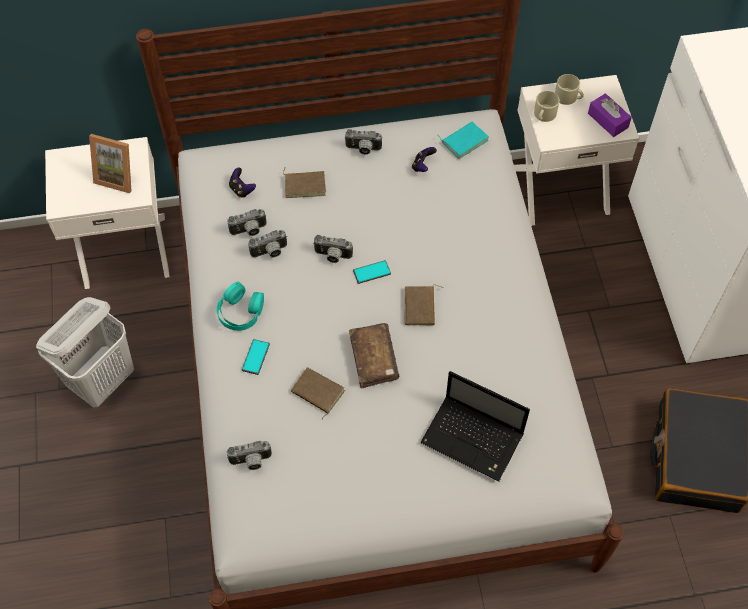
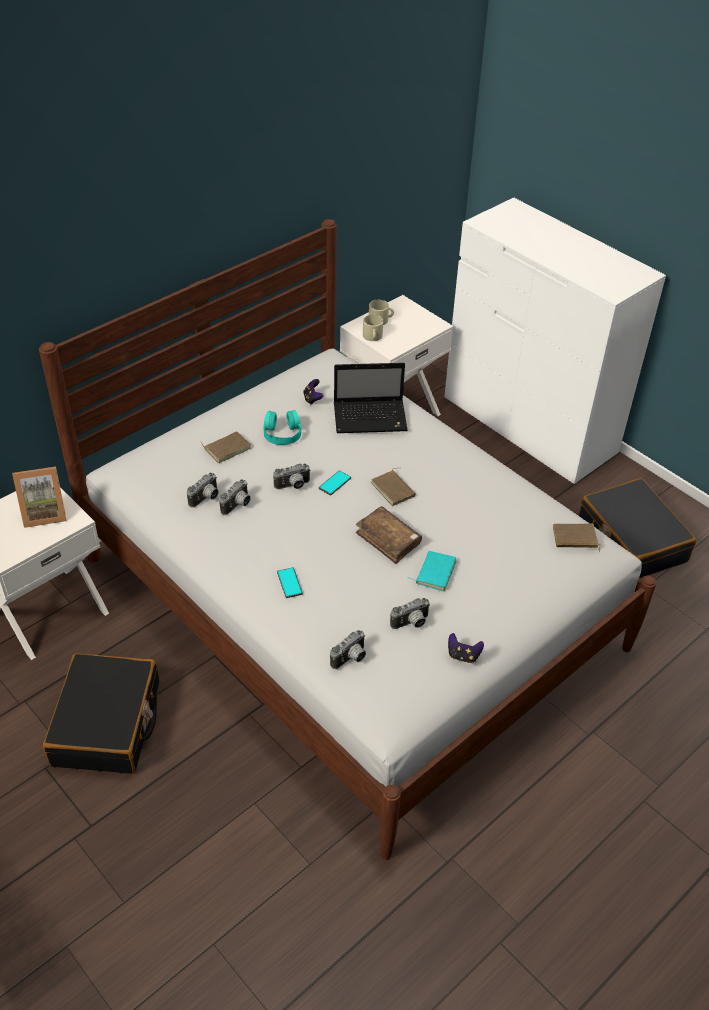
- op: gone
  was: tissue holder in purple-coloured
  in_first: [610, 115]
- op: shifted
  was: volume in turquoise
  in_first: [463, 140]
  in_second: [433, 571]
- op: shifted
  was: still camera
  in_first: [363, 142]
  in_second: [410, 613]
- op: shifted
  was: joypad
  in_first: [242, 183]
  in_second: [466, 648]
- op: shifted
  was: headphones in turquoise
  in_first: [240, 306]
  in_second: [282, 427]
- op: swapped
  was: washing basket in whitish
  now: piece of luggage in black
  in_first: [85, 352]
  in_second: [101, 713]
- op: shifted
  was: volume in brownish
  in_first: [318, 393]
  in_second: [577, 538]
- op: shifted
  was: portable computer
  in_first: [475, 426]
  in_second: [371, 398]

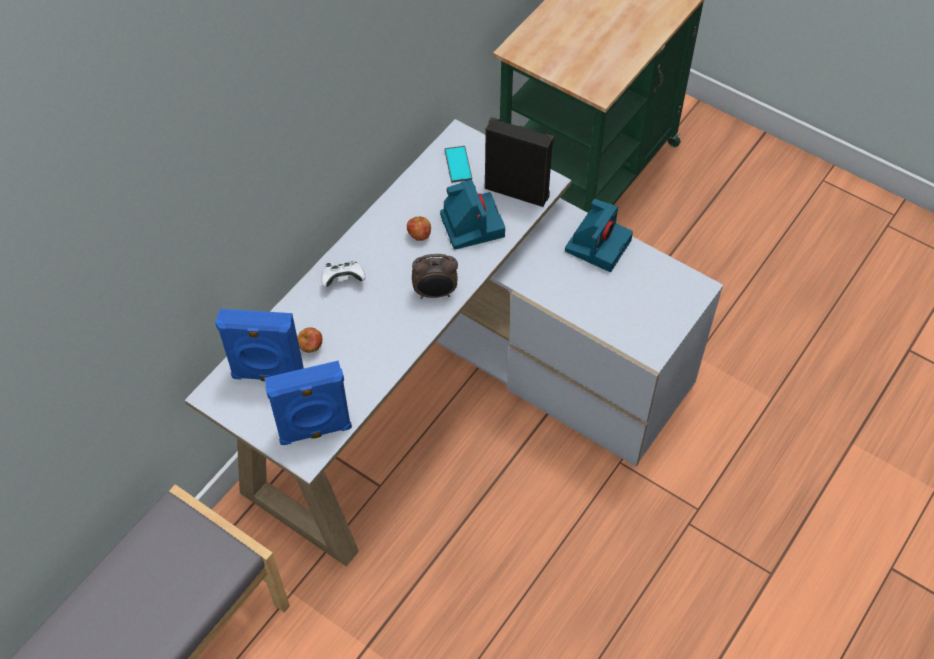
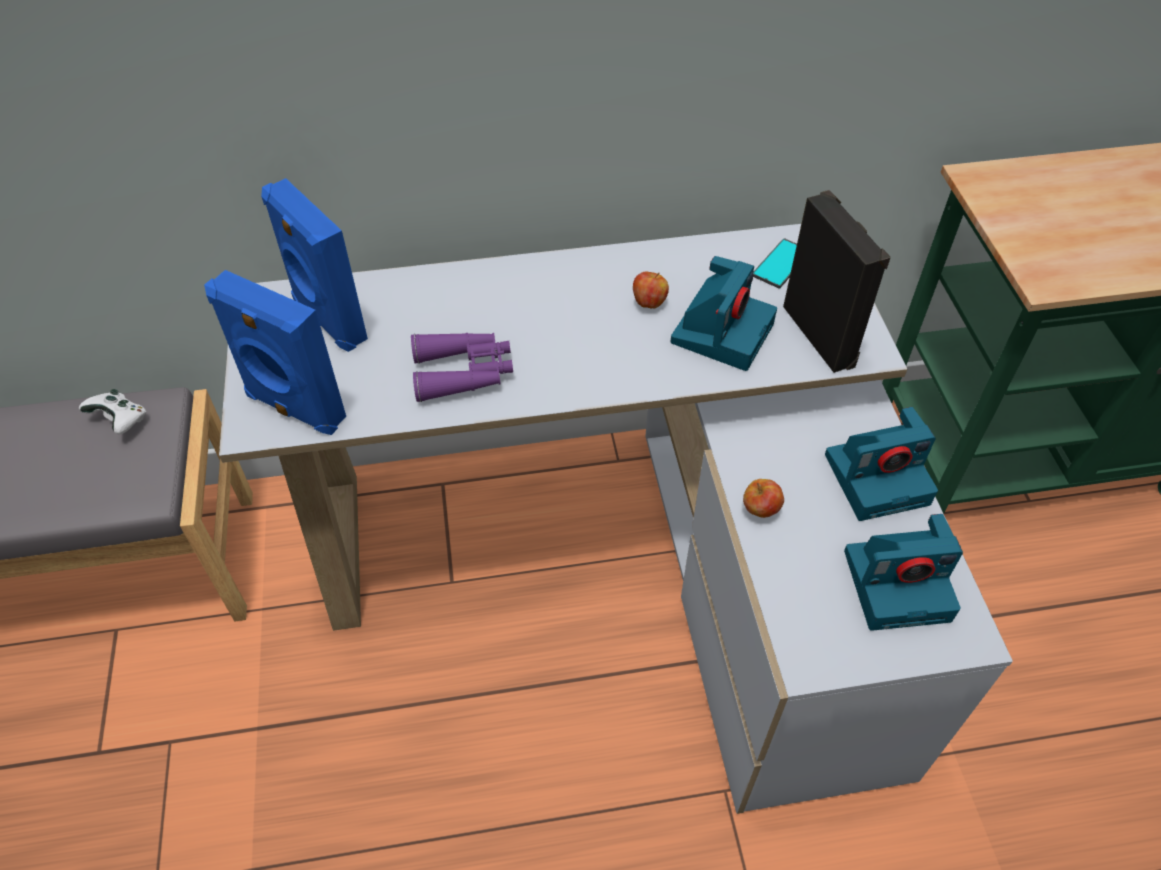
- op: gone
  was: table clock
  in_first: [435, 276]
- op: shifted
  was: joypad in whitish
  in_first: [343, 274]
  in_second: [112, 411]
- op: shifted
  was: whole apple
  in_first: [309, 340]
  in_second: [763, 498]
- op: new
  now: binoculars in purple-coloured
  in_second: [462, 367]
- op: new
  now: still camera
  in_second: [903, 572]

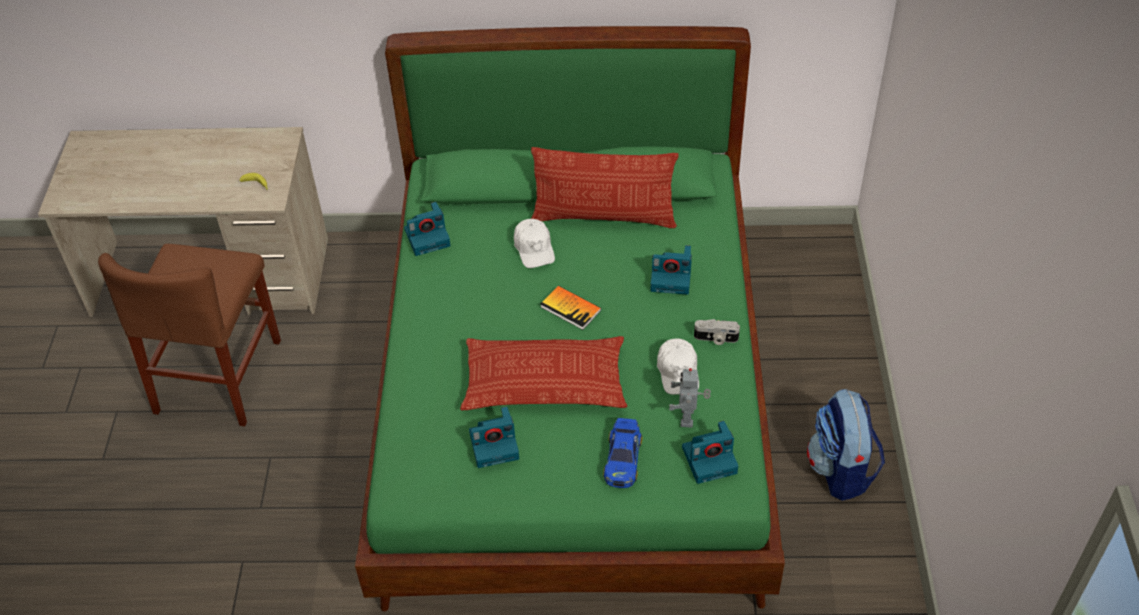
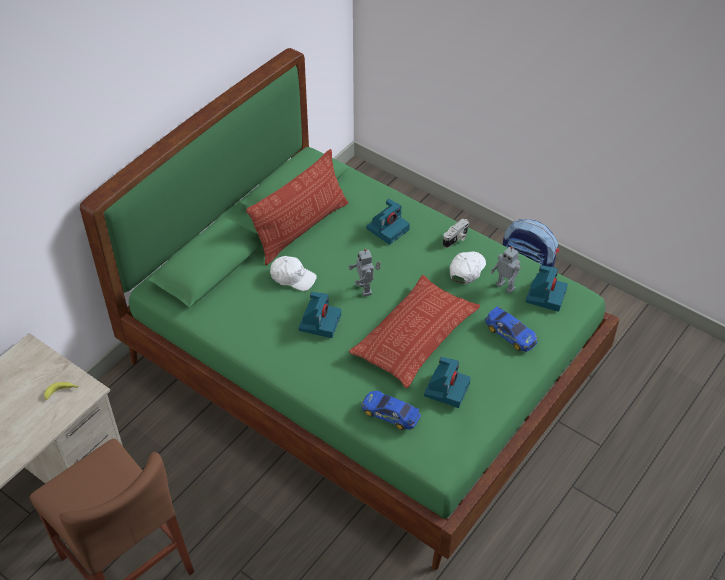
- op: shifted
  was: still camera
  in_first: [427, 229]
  in_second: [319, 315]
- op: swapped
  was: volume
  now: toy robot
  in_first: [571, 308]
  in_second: [365, 272]
- op: rotated
  was: baseball cap in whitish
  in_first: [678, 367]
  in_second: [468, 267]
  clockwise: -90
- op: new
  now: miniature car
  in_second: [391, 410]

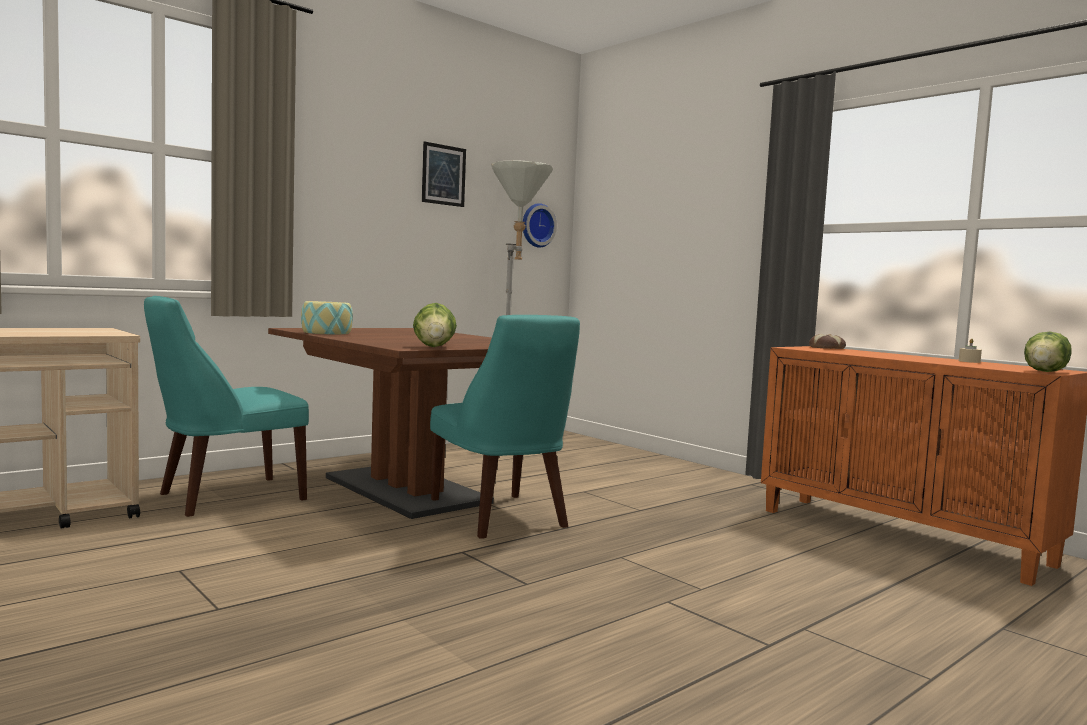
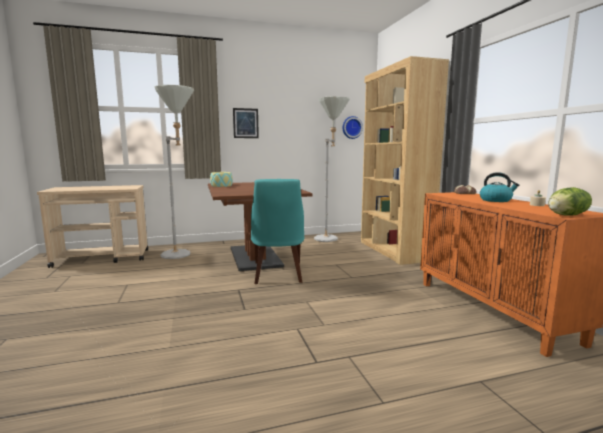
- op: shifted
  was: picture
  in_first: [444, 174]
  in_second: [246, 123]
- op: swapped
  was: plain chair in turquoise
  now: standard lamp in greyish
  in_first: [226, 406]
  in_second: [174, 172]
- op: gone
  was: lettuce
  in_first: [435, 325]
- op: new
  now: shelving unit in brownish
  in_second: [405, 160]
- op: new
  now: tea kettle
  in_second: [499, 187]

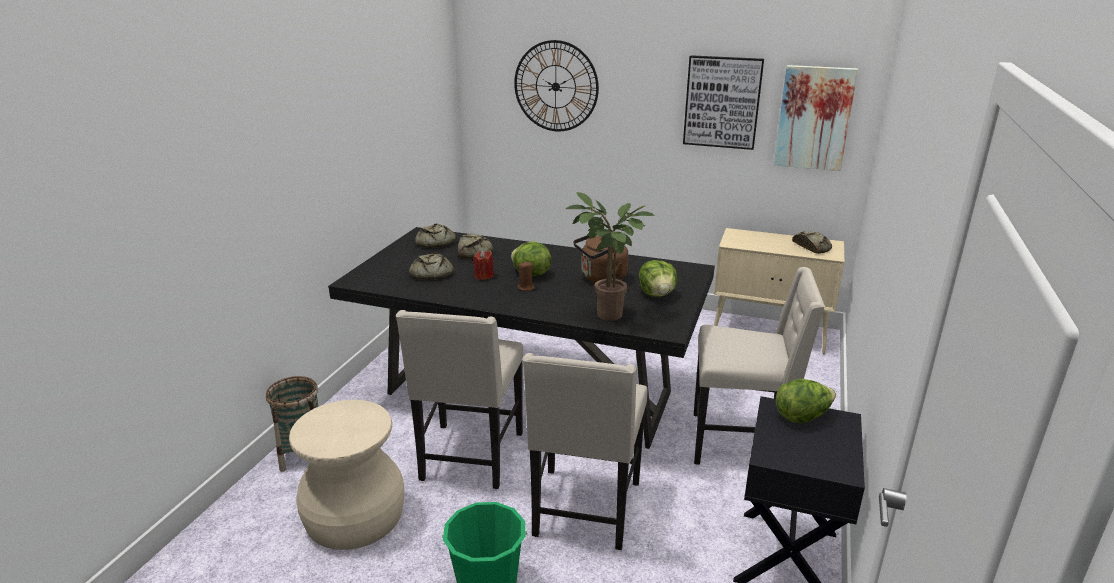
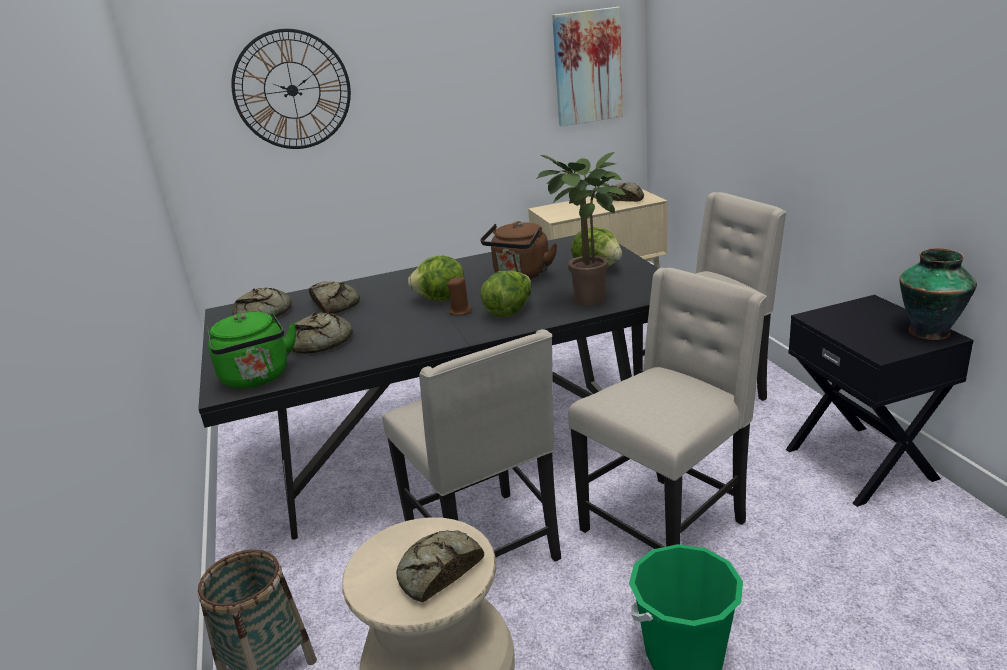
- op: gone
  was: picture
  in_first: [723, 102]
- op: gone
  was: wax candle in reddish
  in_first: [483, 265]
- op: rotated
  was: plain chair in beige-coloured
  in_first: [585, 451]
  in_second: [668, 408]
  clockwise: -105
- op: shifted
  was: lettuce
  in_first: [806, 401]
  in_second: [506, 294]
- op: new
  now: decorative vase
  in_second: [938, 294]
- op: new
  now: tea kettle in green-coloured
  in_second: [251, 349]
- op: new
  now: baked bread
  in_second: [440, 566]

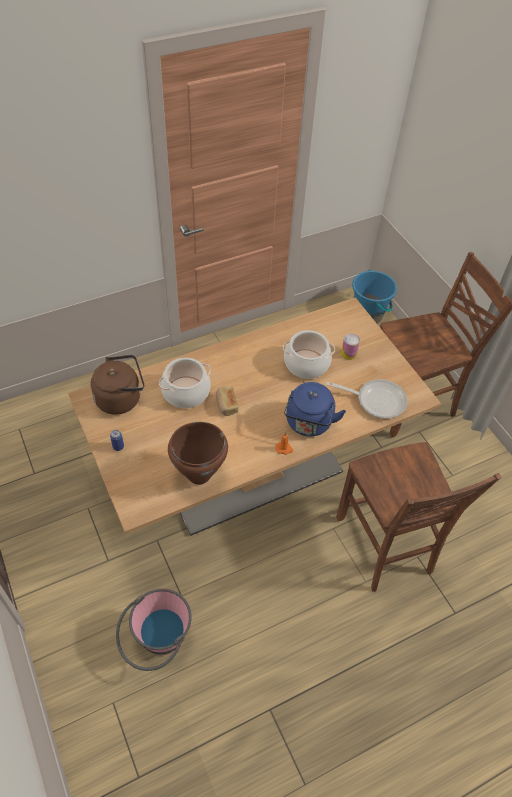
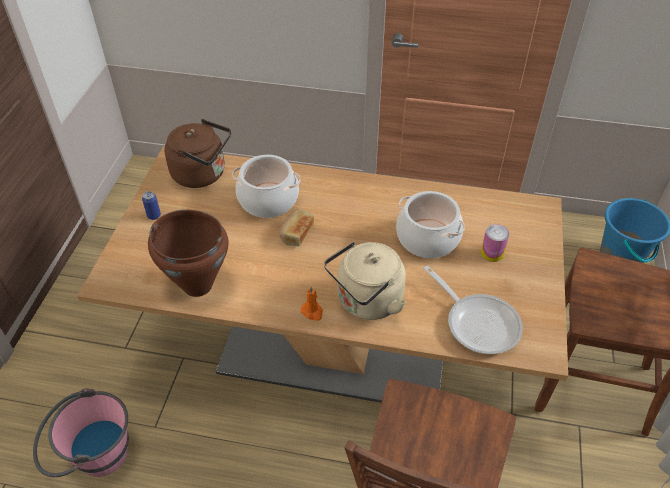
- op: repainted
  was: tea kettle in blue-coloured
  now: tea kettle in beige-coloured
  in_first: [315, 409]
  in_second: [365, 280]

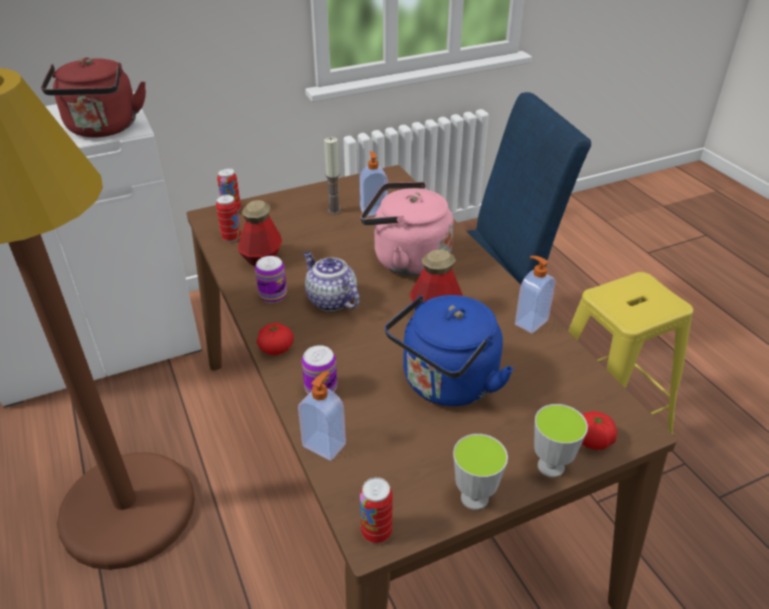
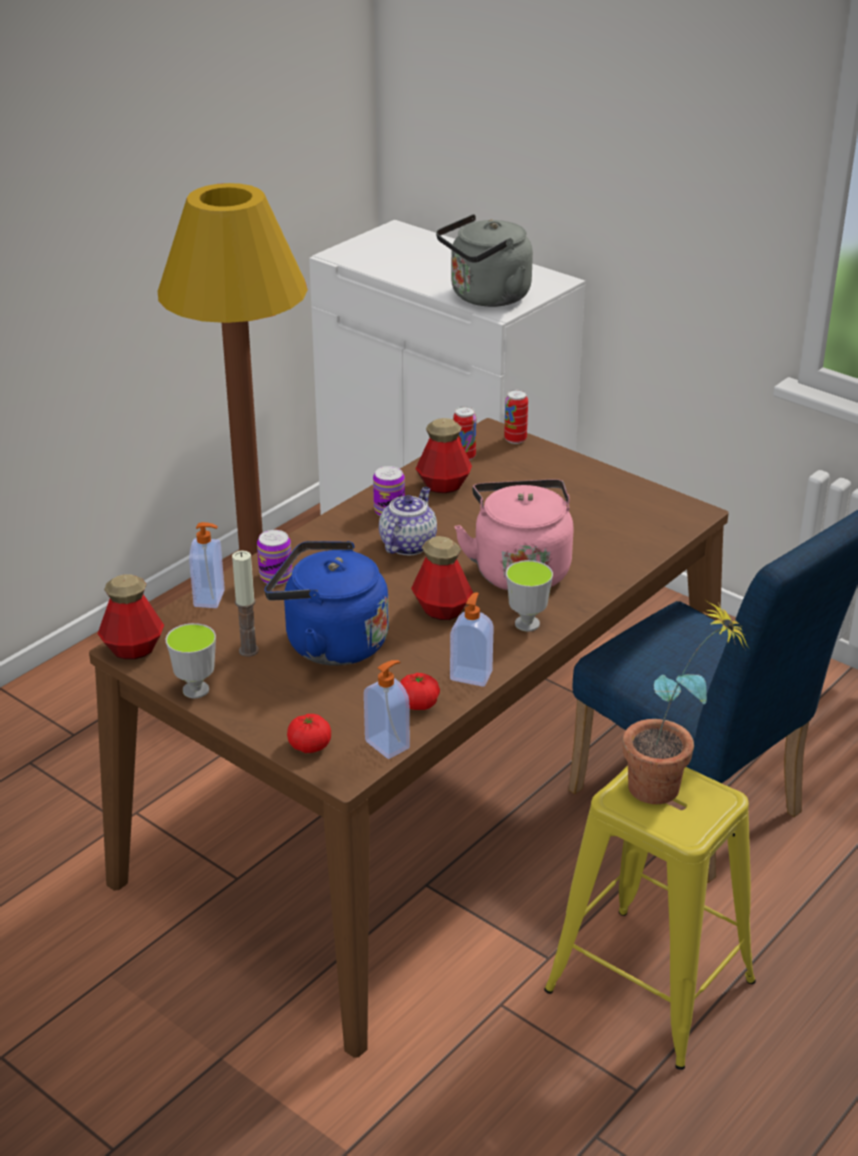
- op: repainted
  was: tea kettle in reddish
  now: tea kettle in greyish
  in_first: [93, 97]
  in_second: [484, 260]
- op: shifted
  was: wax candle
  in_first: [332, 175]
  in_second: [245, 603]
- op: shifted
  was: soap dispenser
  in_first: [373, 184]
  in_second: [387, 709]
- op: shifted
  was: tomato
  in_first: [275, 339]
  in_second: [420, 691]
- op: shifted
  was: cup
  in_first: [561, 441]
  in_second: [529, 596]
- op: swapped
  was: can
  now: bottle
  in_first: [376, 510]
  in_second: [130, 616]
- op: new
  now: plant in a pot
  in_second: [686, 702]

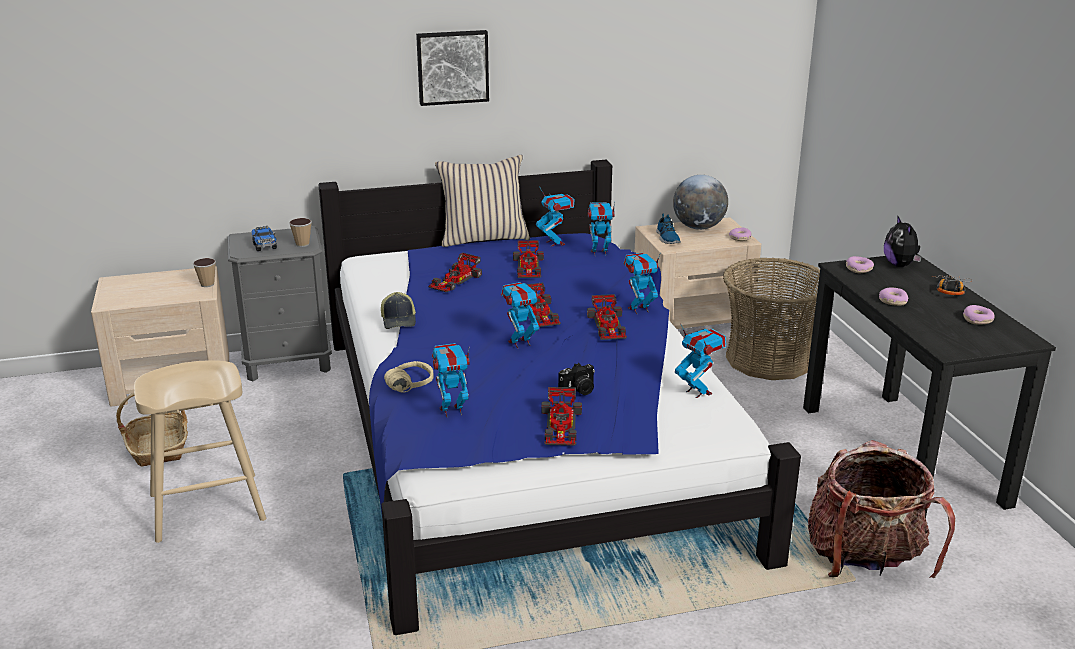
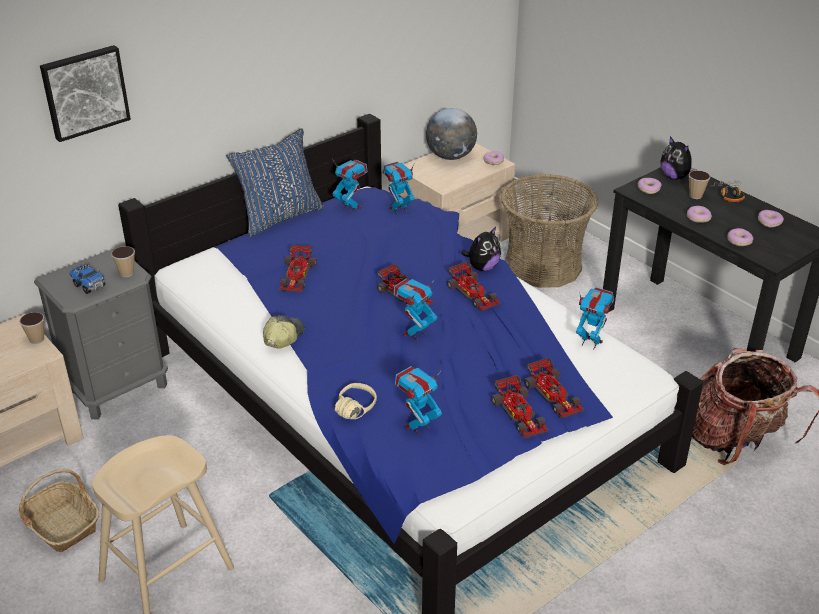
- op: shifted
  was: picture
  in_first: [452, 68]
  in_second: [85, 93]
- op: repainted
  was: throw pillow in beige-coloured
  now: throw pillow in blue-coloured
  in_first: [482, 201]
  in_second: [275, 183]
- op: gone
  was: shoe
  in_first: [668, 229]
- op: shifted
  was: miniature car
  in_first: [528, 259]
  in_second: [554, 388]
- op: swapped
  was: toy robot
  now: cuddly toy
  in_first: [642, 283]
  in_second: [481, 249]
- op: rotated
  was: baseball cap
  in_first: [398, 310]
  in_second: [284, 332]
  clockwise: -120
- op: gone
  was: still camera
  in_first: [576, 379]
- op: new
  now: cup
  in_second: [699, 184]
- op: new
  now: doughnut
  in_second: [740, 237]

